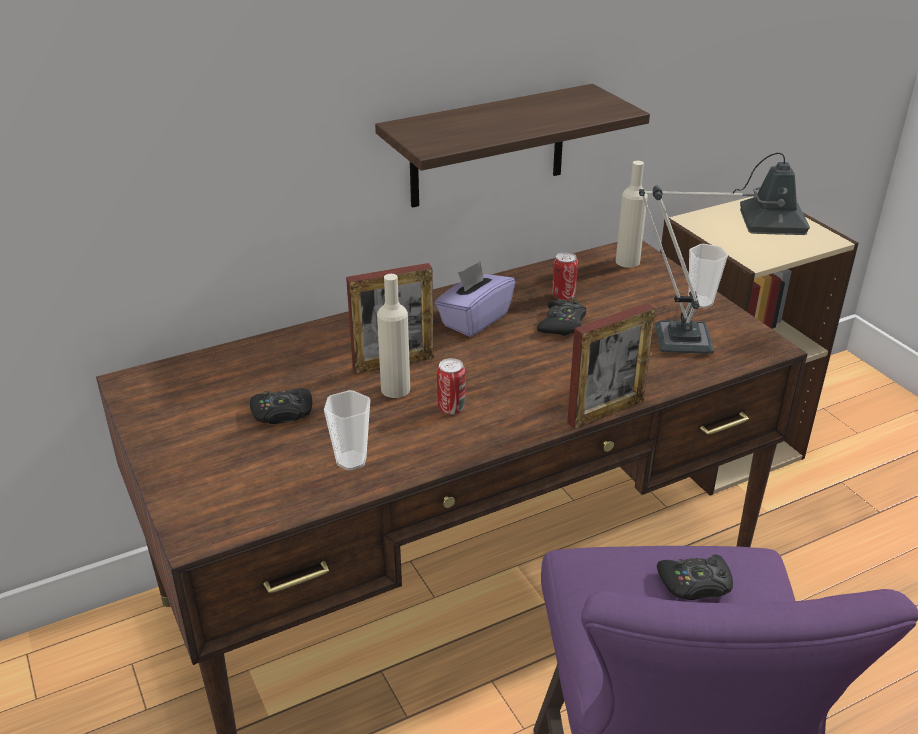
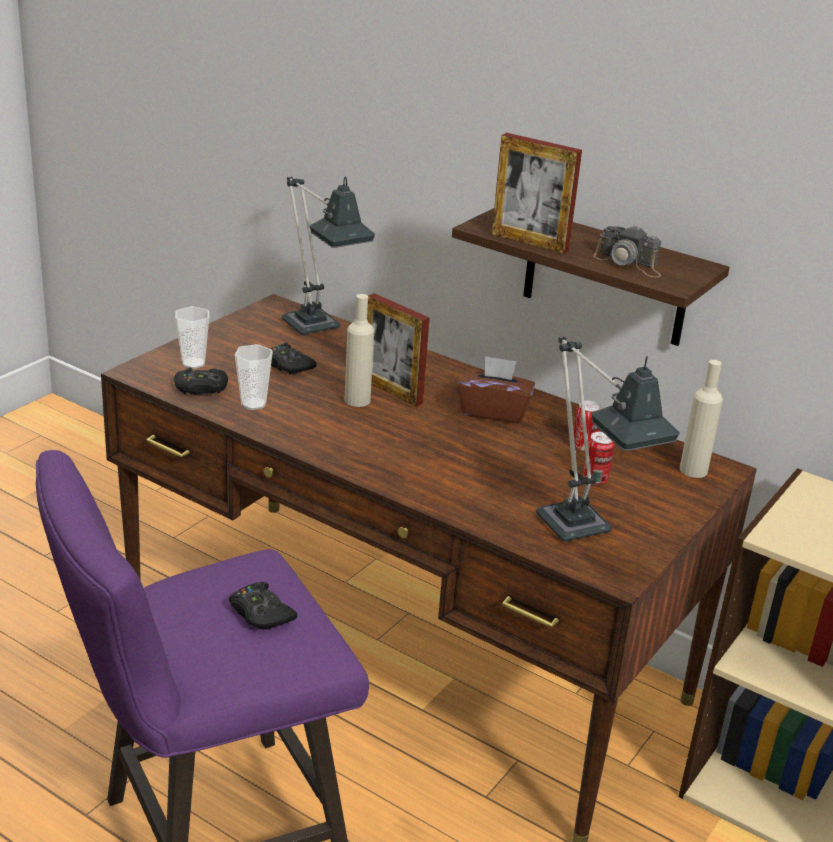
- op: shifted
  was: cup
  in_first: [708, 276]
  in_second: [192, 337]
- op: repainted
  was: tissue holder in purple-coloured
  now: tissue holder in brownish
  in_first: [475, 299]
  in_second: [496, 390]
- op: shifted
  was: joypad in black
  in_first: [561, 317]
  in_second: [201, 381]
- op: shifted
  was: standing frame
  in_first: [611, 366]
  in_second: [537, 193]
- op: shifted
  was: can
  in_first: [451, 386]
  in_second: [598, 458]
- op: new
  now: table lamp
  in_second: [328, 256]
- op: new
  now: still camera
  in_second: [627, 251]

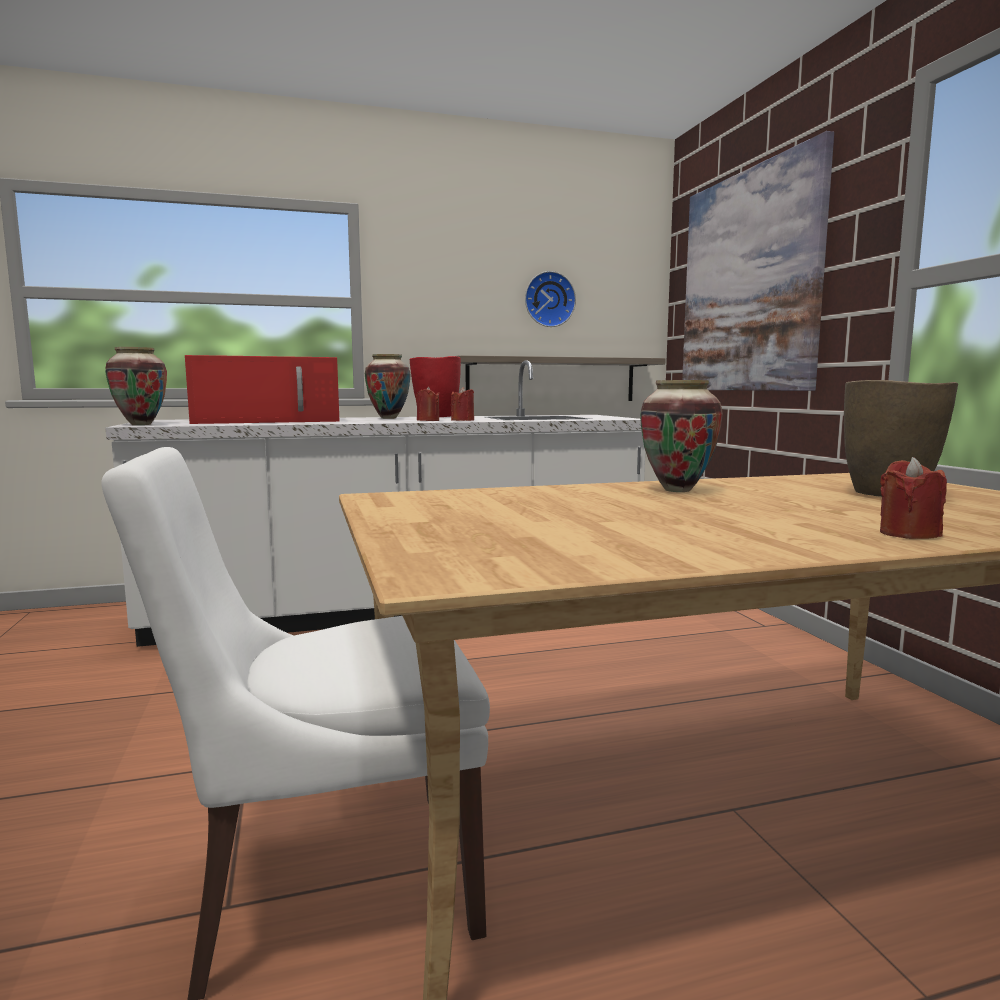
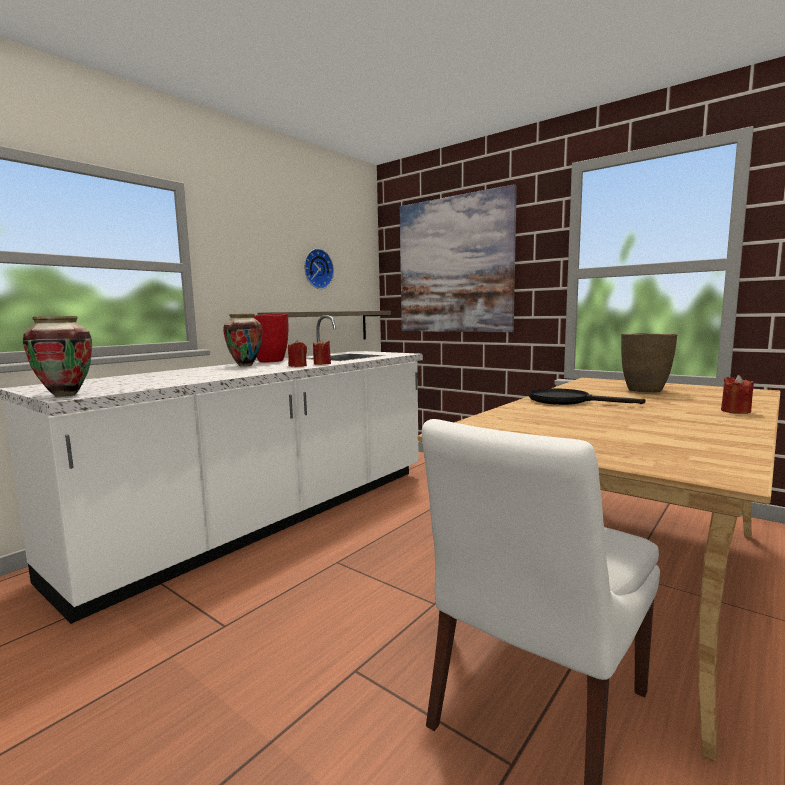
- op: gone
  was: microwave in reddish
  in_first: [262, 389]
- op: swapped
  was: decorative vase
  now: frying pan in black
  in_first: [681, 436]
  in_second: [587, 396]

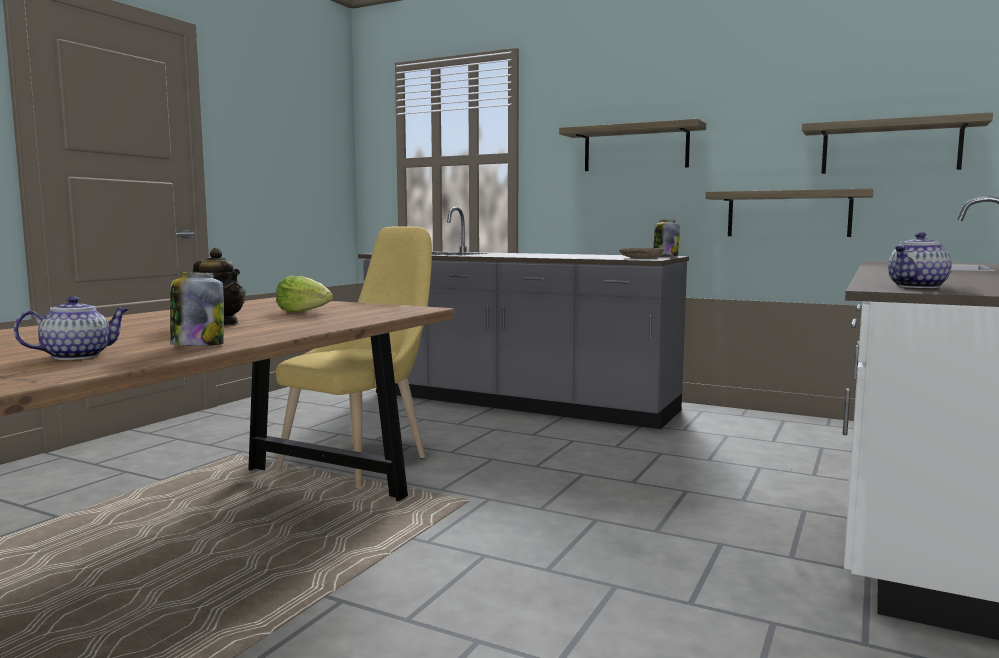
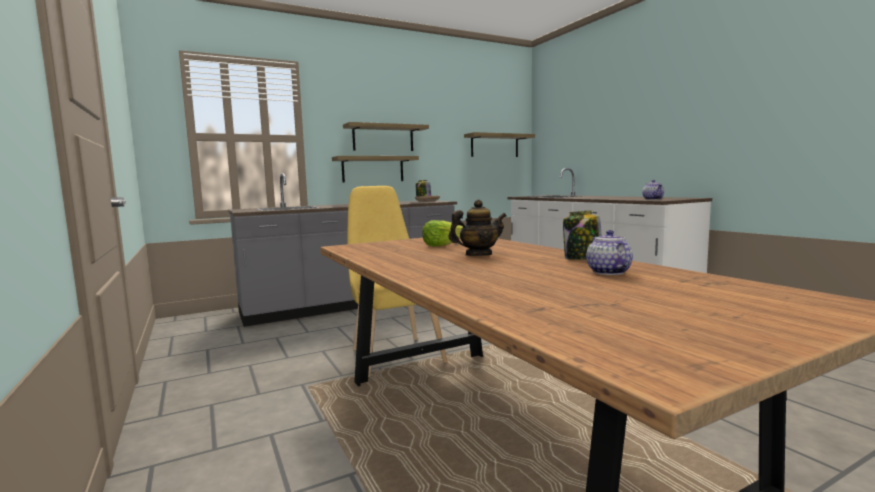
- op: shifted
  was: shelf
  in_first: [790, 212]
  in_second: [375, 169]

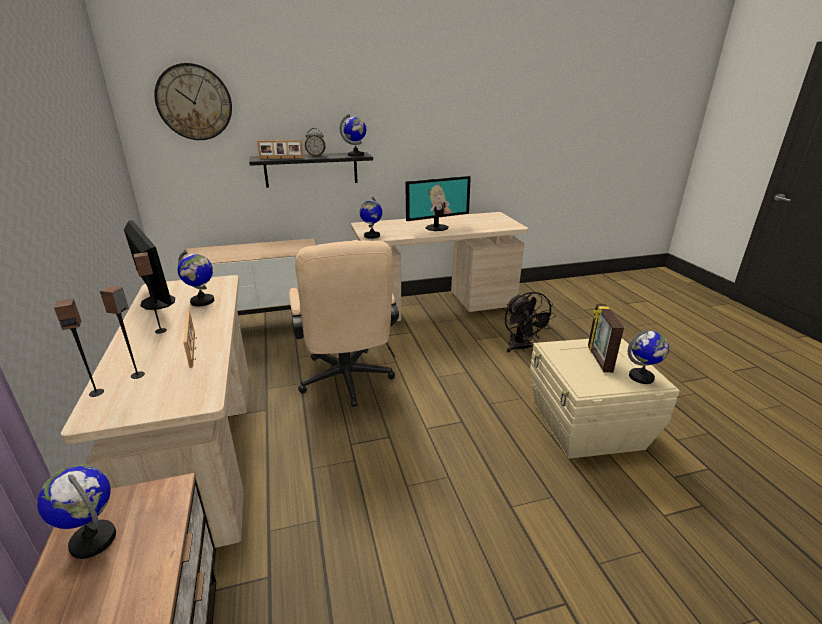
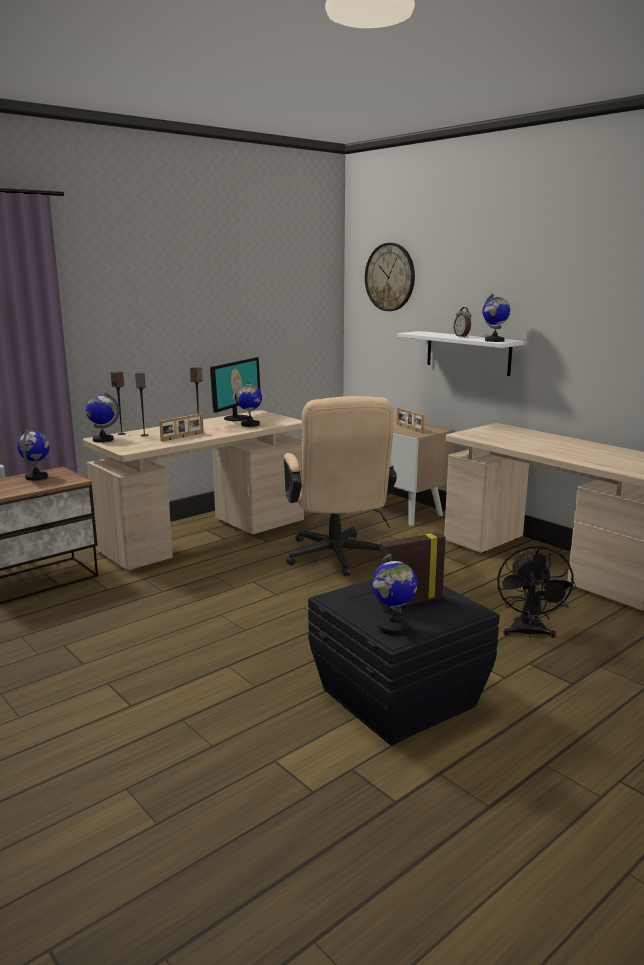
- op: shifted
  was: standing frame
  in_first: [280, 149]
  in_second: [410, 420]
- op: repainted
  was: shelf in black
  now: shelf in whitish
  in_first: [311, 170]
  in_second: [460, 353]
- op: gone
  was: computer display
  in_first: [438, 203]
- op: shifted
  was: globe
  in_first: [371, 218]
  in_second: [103, 417]
- op: rotated
  was: desk chair in beige-coloured
  in_first: [344, 323]
  in_second: [340, 486]
  clockwise: -60
- op: rotated
  was: fan in black
  in_first: [530, 322]
  in_second: [537, 592]
  clockwise: -45
- op: repainted
  was: storage box in beige-coloured
  now: storage box in black
  in_first: [605, 398]
  in_second: [404, 662]

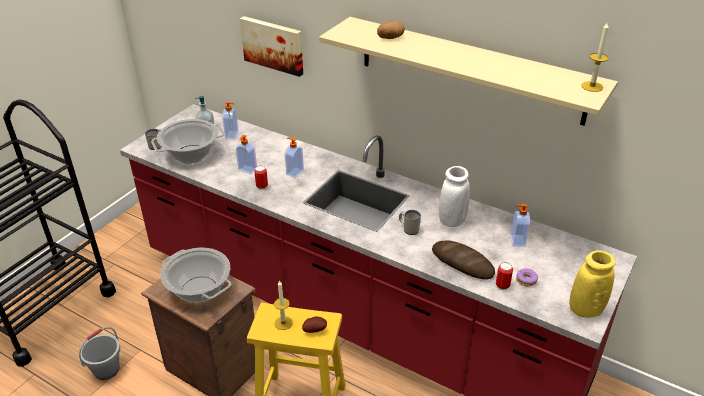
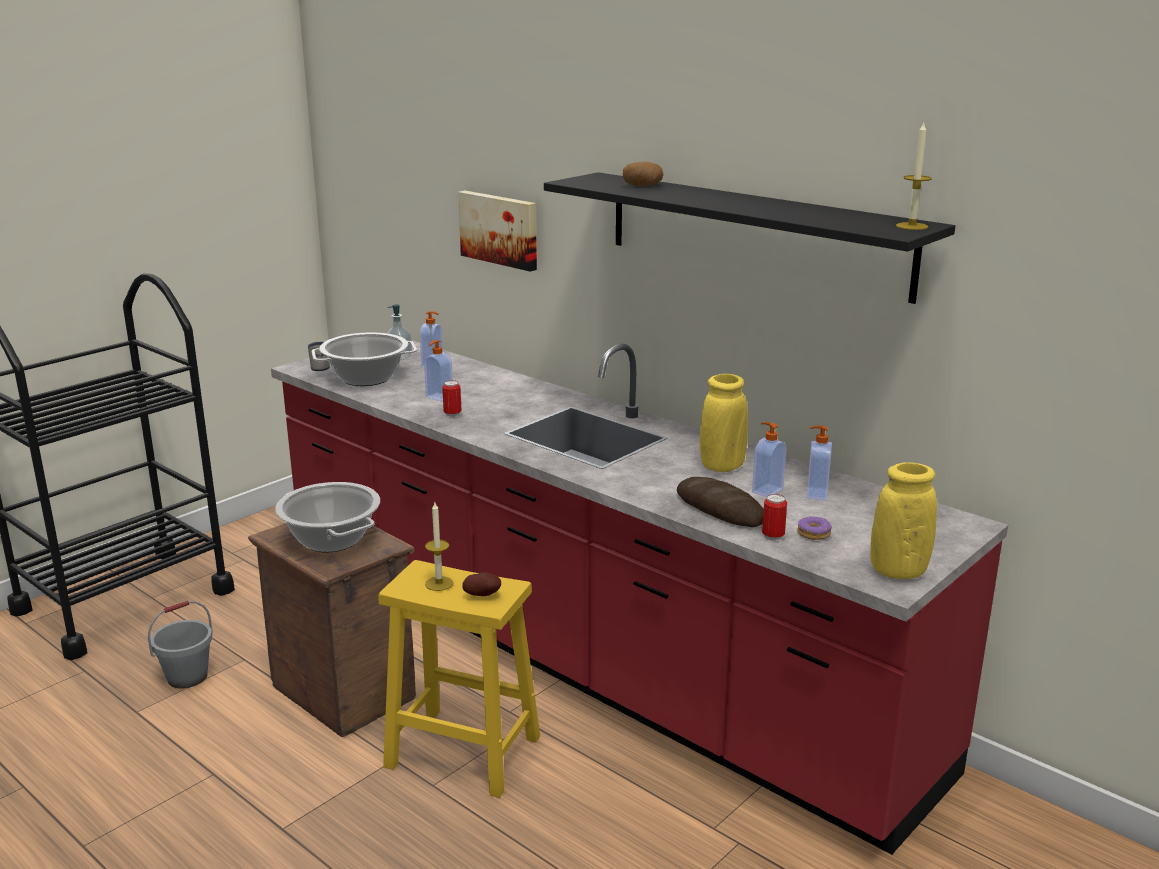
- op: repainted
  was: shelf in beige-coloured
  now: shelf in black
  in_first: [468, 71]
  in_second: [749, 238]
- op: shifted
  was: soap dispenser
  in_first: [294, 157]
  in_second: [769, 459]
- op: repainted
  was: decorative vase in whitish
  now: decorative vase in yellowish
  in_first: [454, 196]
  in_second: [724, 423]
- op: gone
  was: tea mug in whitish
  in_first: [410, 222]

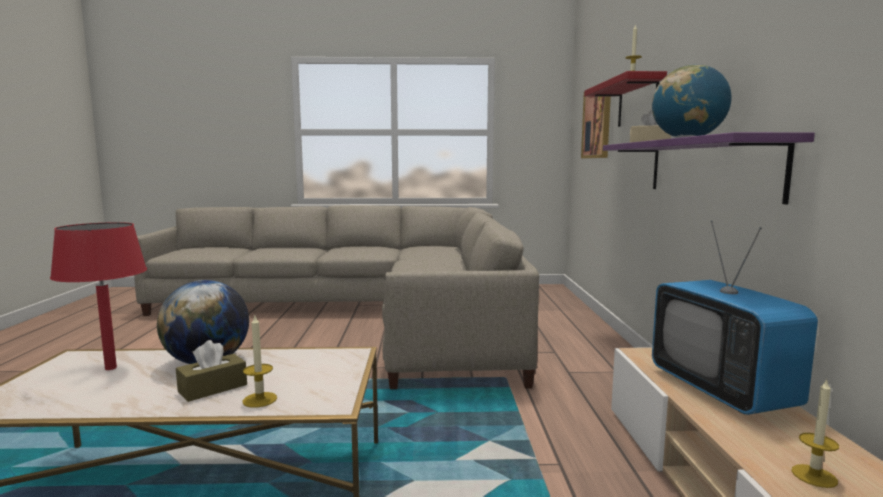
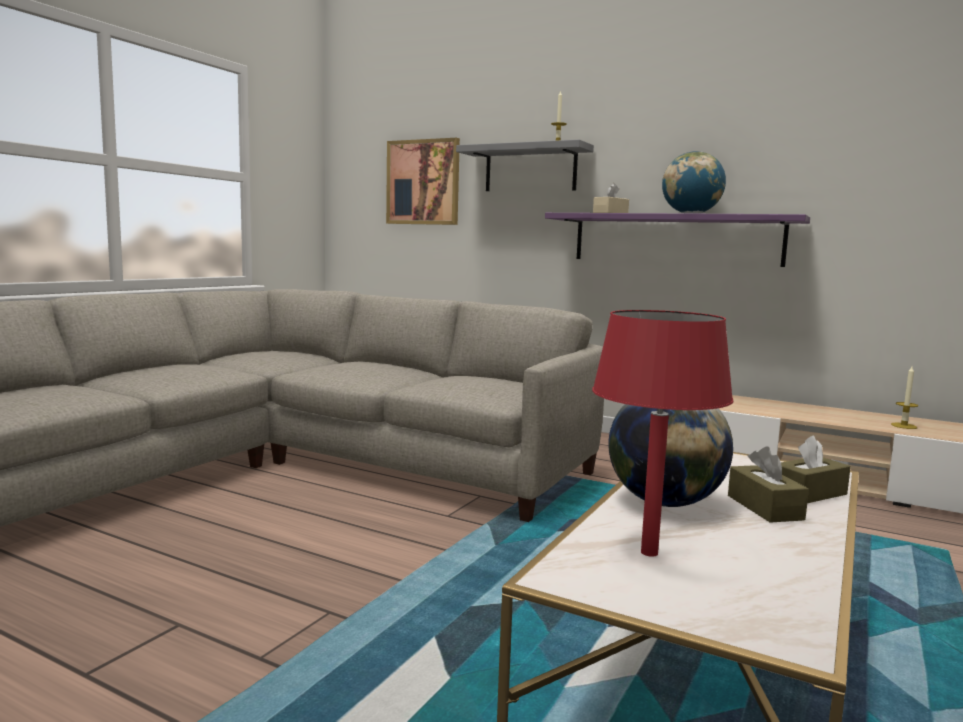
- op: repainted
  was: shelf in reddish
  now: shelf in greyish
  in_first: [625, 99]
  in_second: [525, 165]
- op: gone
  was: TV set
  in_first: [735, 318]
- op: swapped
  was: wax candle
  now: tissue holder in brownish
  in_first: [259, 362]
  in_second: [816, 469]

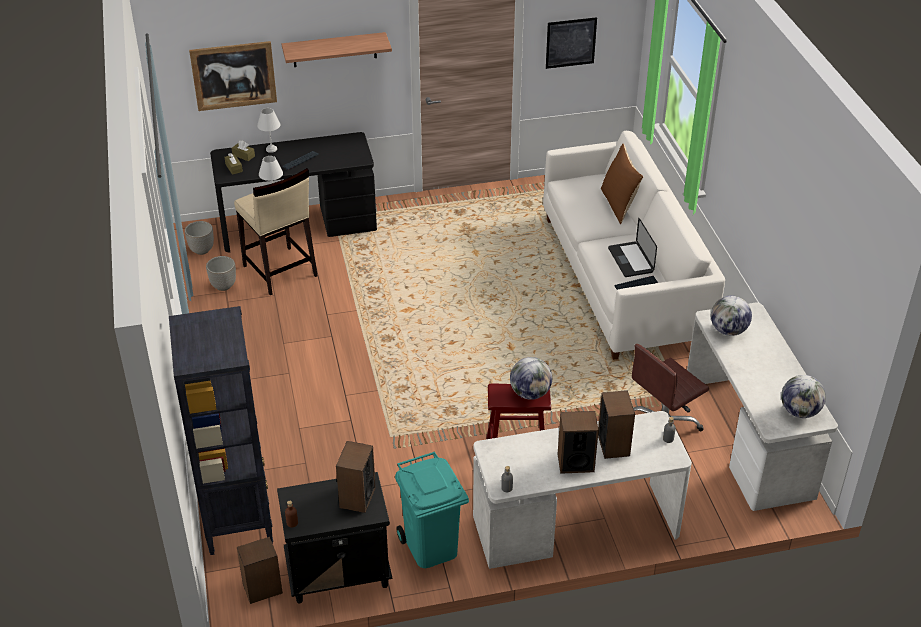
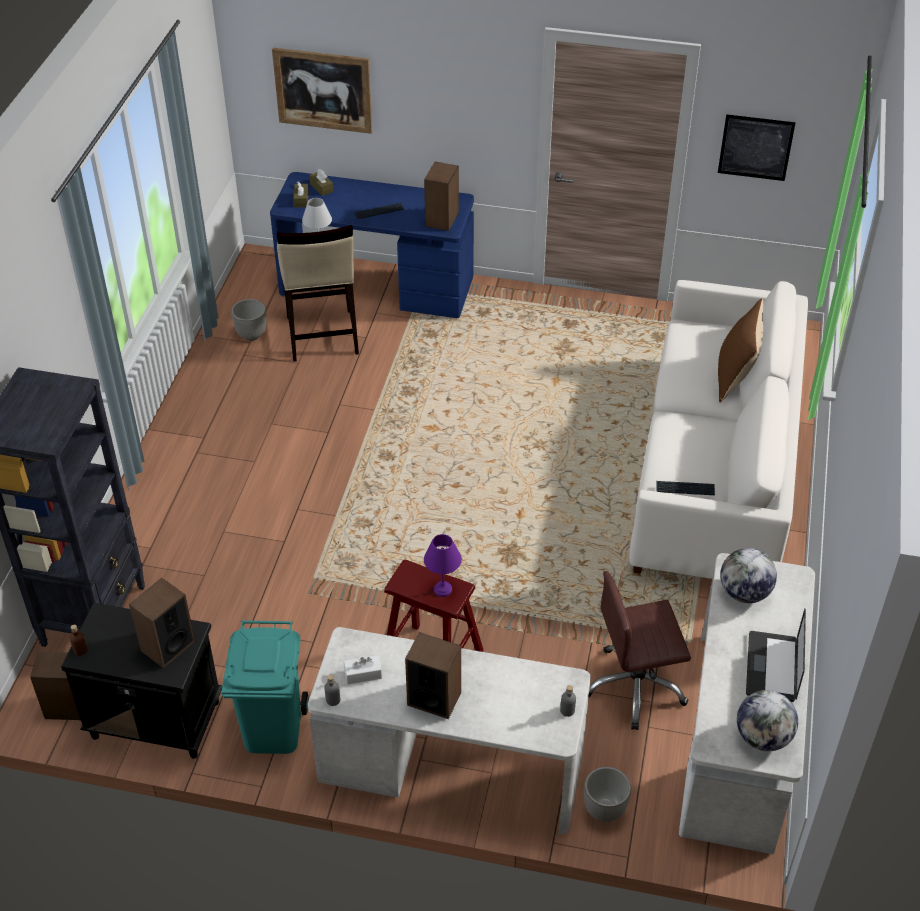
- op: gone
  was: shelf
  in_first: [337, 49]
- op: gone
  was: table lamp in whitish
  in_first: [269, 130]
- op: repainted
  was: desk in black
  now: desk in blue-coloured
  in_first: [293, 192]
  in_second: [372, 245]
- op: shifted
  was: portable computer
  in_first: [632, 247]
  in_second: [776, 655]
- op: shifted
  was: plant pot
  in_first: [199, 238]
  in_second: [607, 794]
- op: swapped
  was: globe
  now: table lamp in purple-coloured
  in_first: [531, 378]
  in_second: [443, 565]
- op: shifted
  was: audio speaker
  in_first: [616, 424]
  in_second: [441, 196]
- op: new
  now: tissue holder in whitish
  in_second: [363, 669]

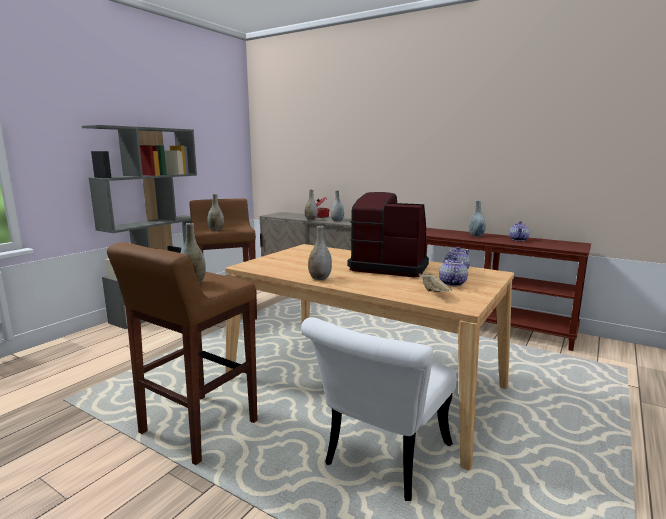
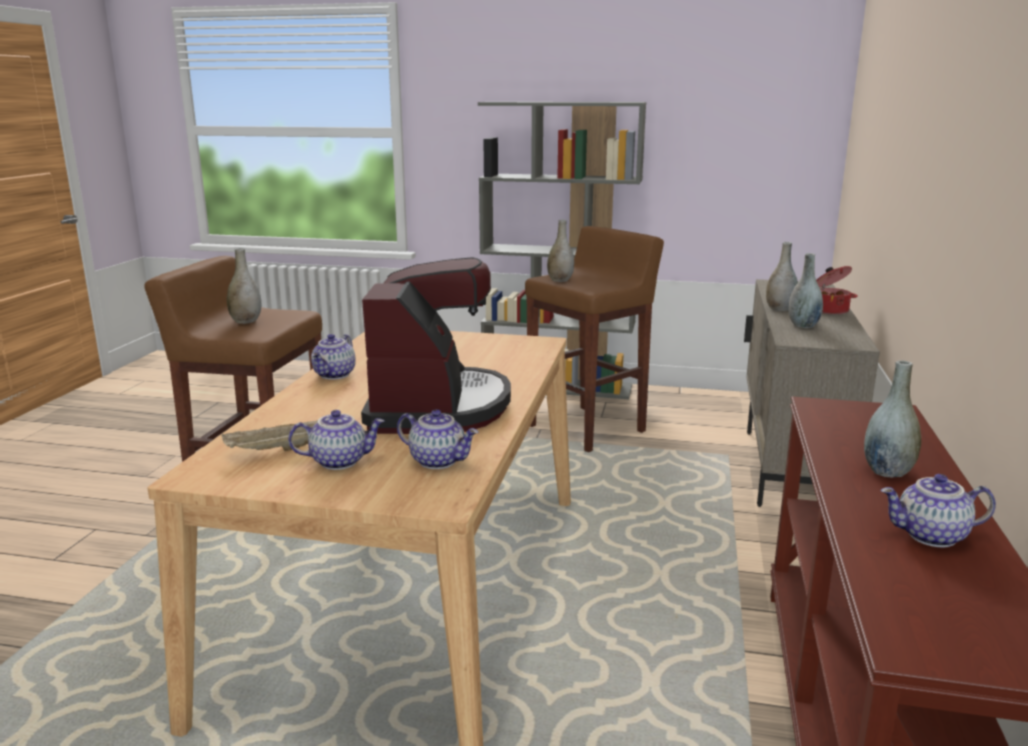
- op: swapped
  was: decorative vase in greyish
  now: pot for tea
  in_first: [320, 253]
  in_second: [333, 357]
- op: gone
  was: plain chair in whitish
  in_first: [378, 409]

